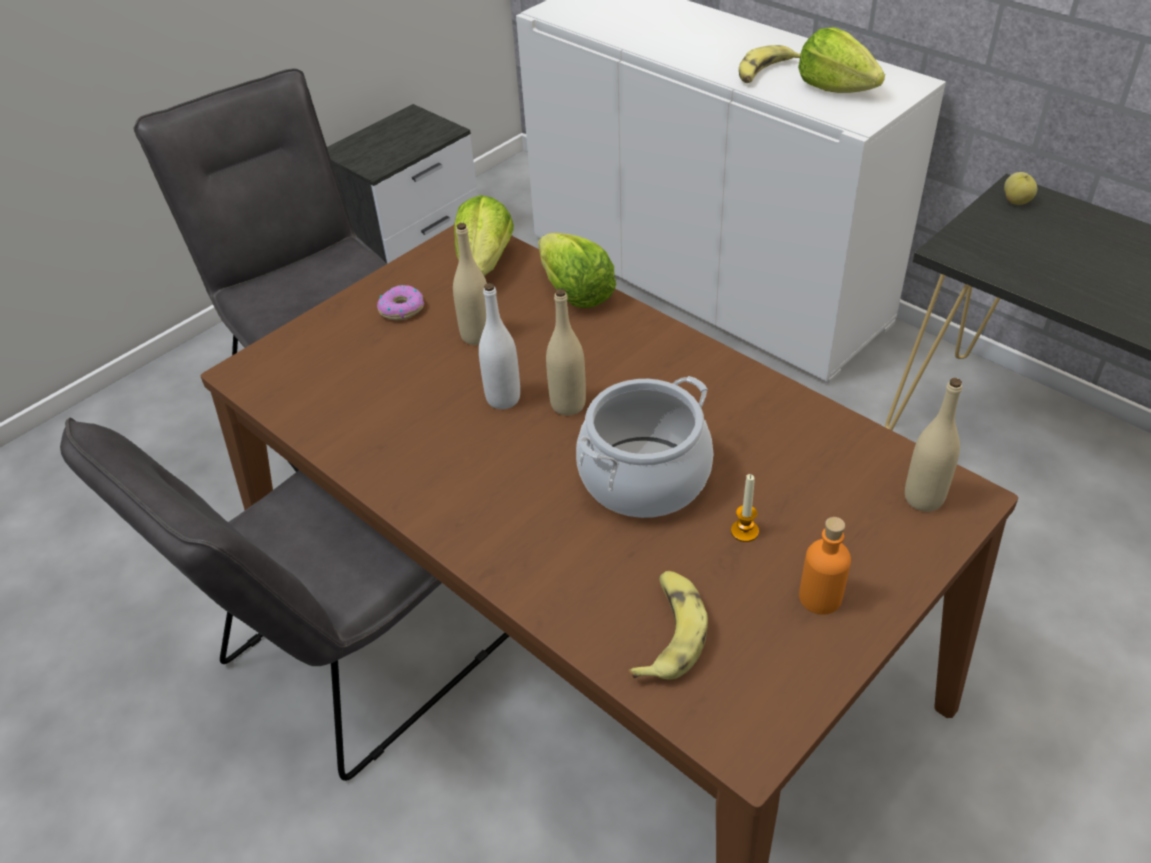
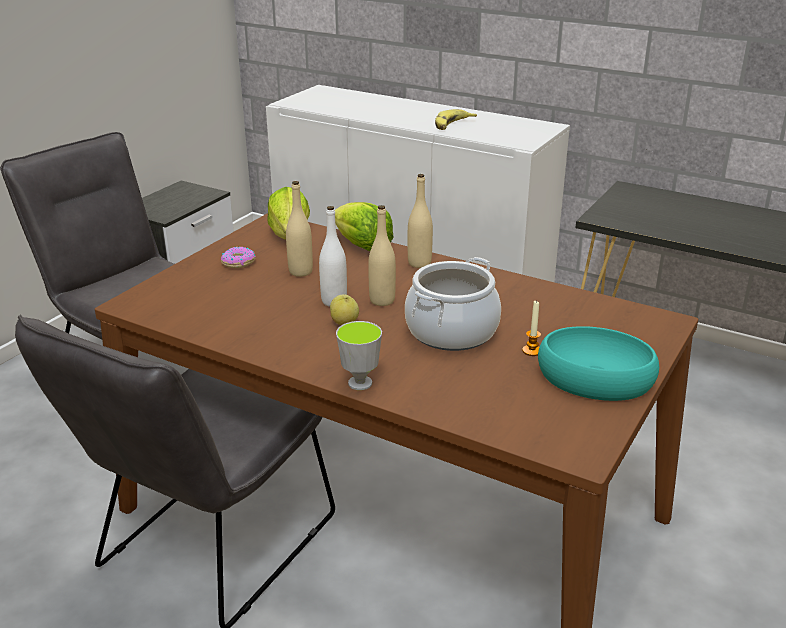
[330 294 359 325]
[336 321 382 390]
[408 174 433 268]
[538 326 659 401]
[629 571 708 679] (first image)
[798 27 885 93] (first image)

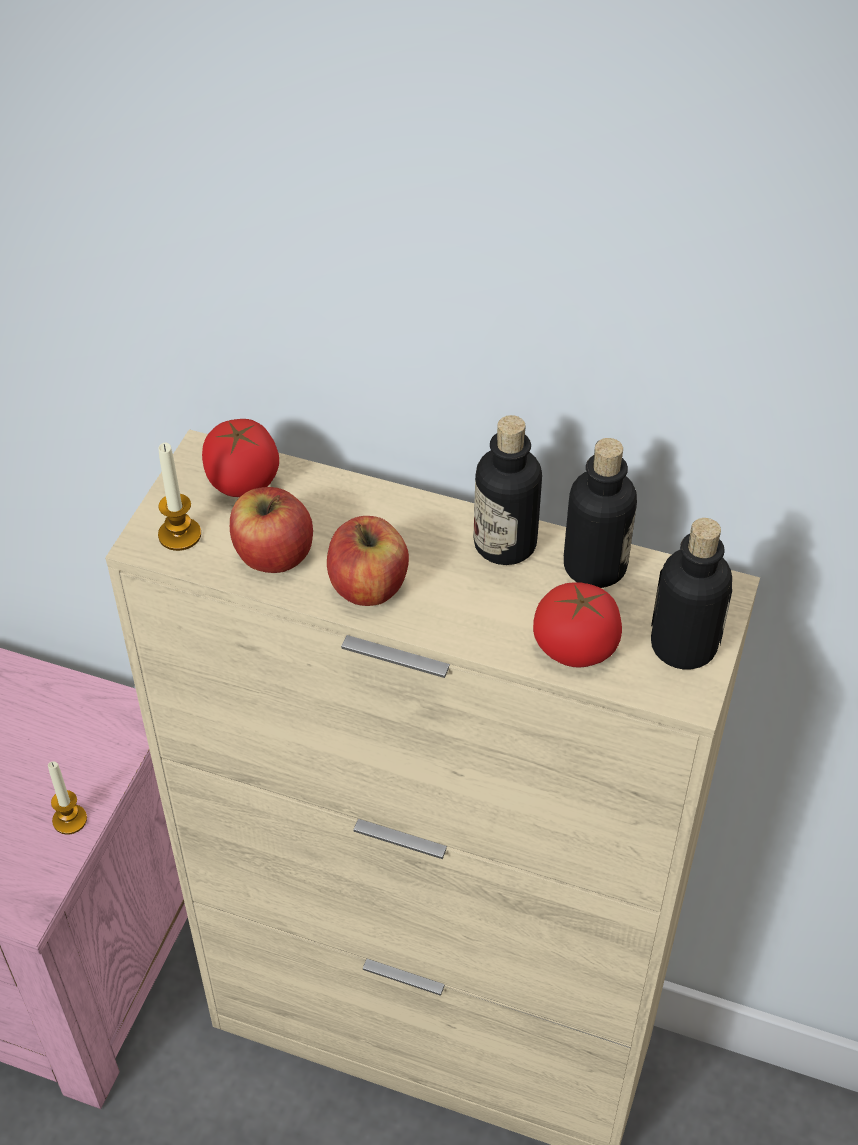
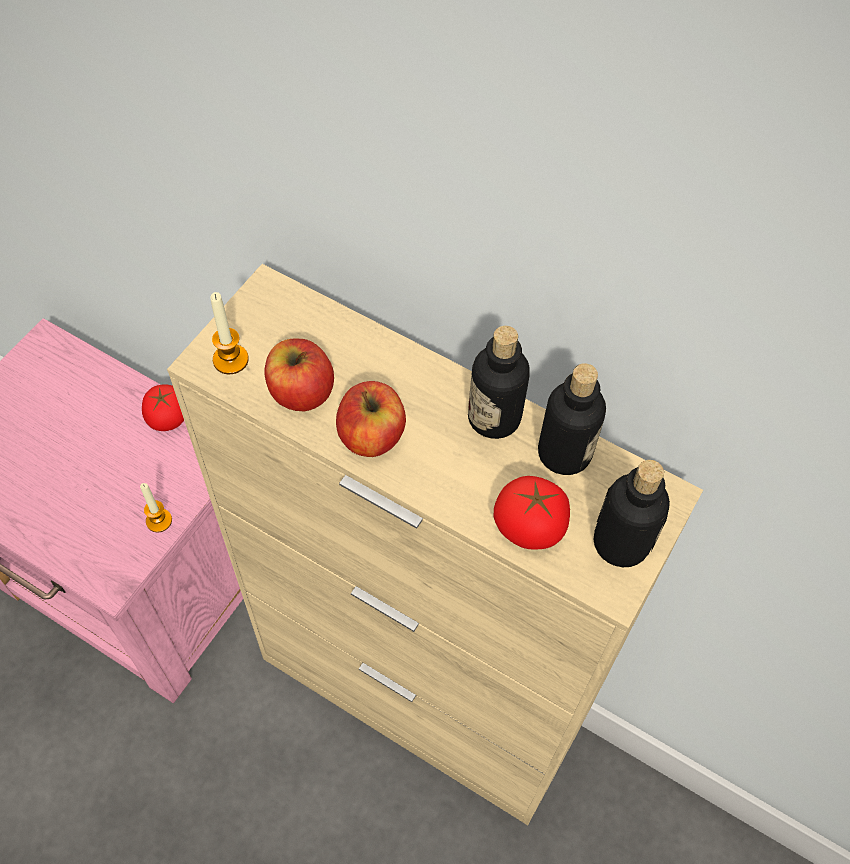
[142 384 184 431]

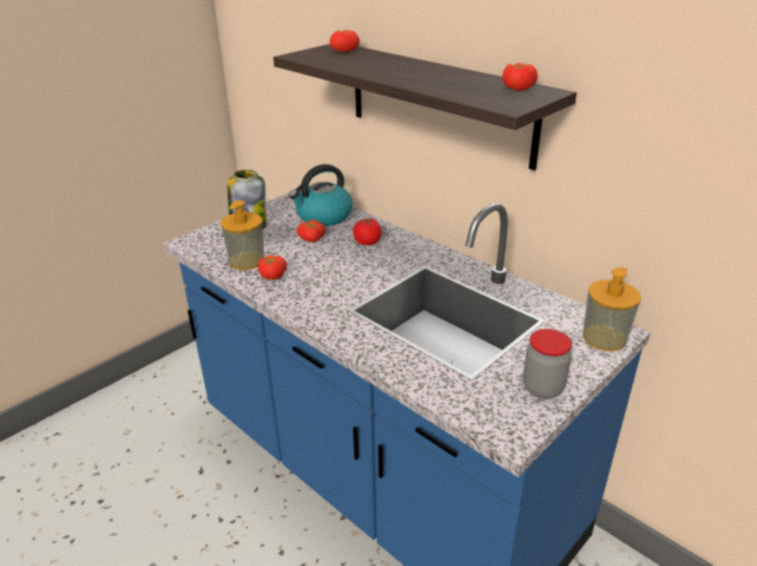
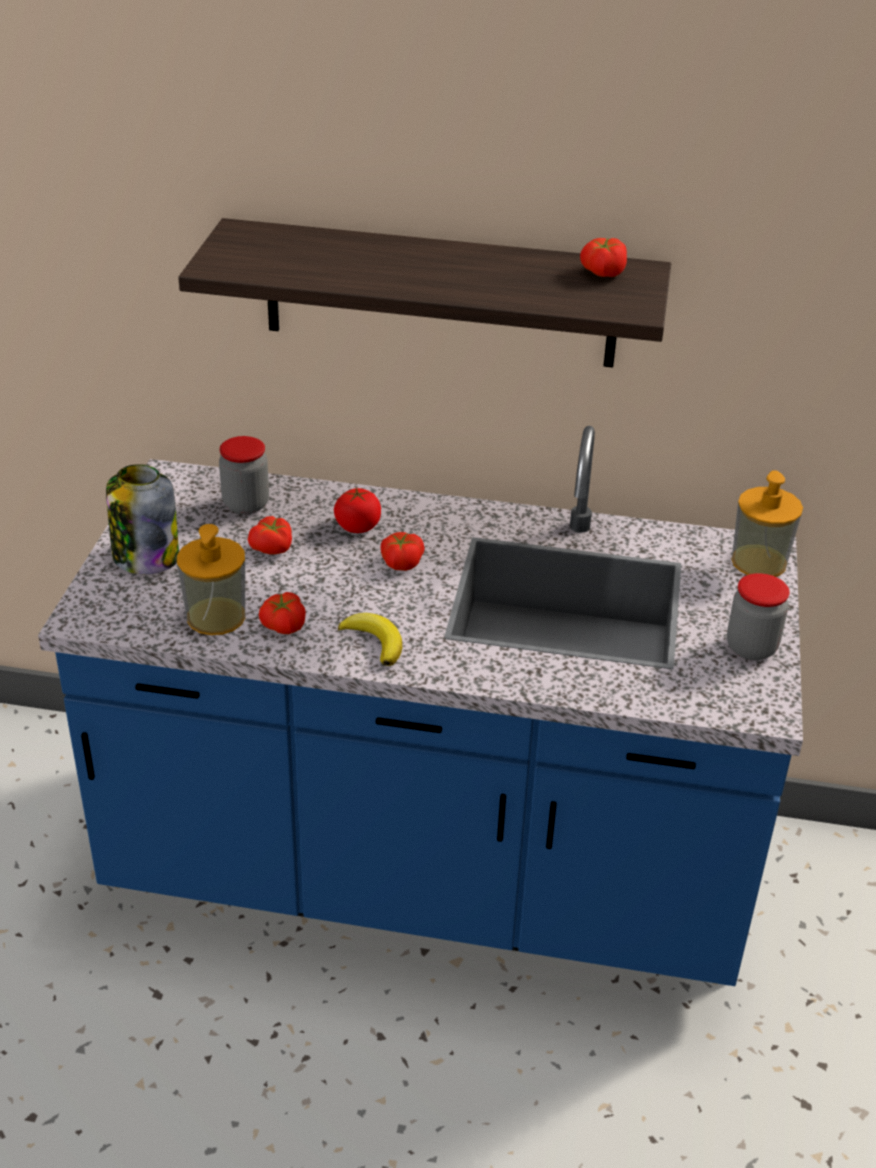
[219 436 269 514]
[338 613 402 666]
[381 532 425 571]

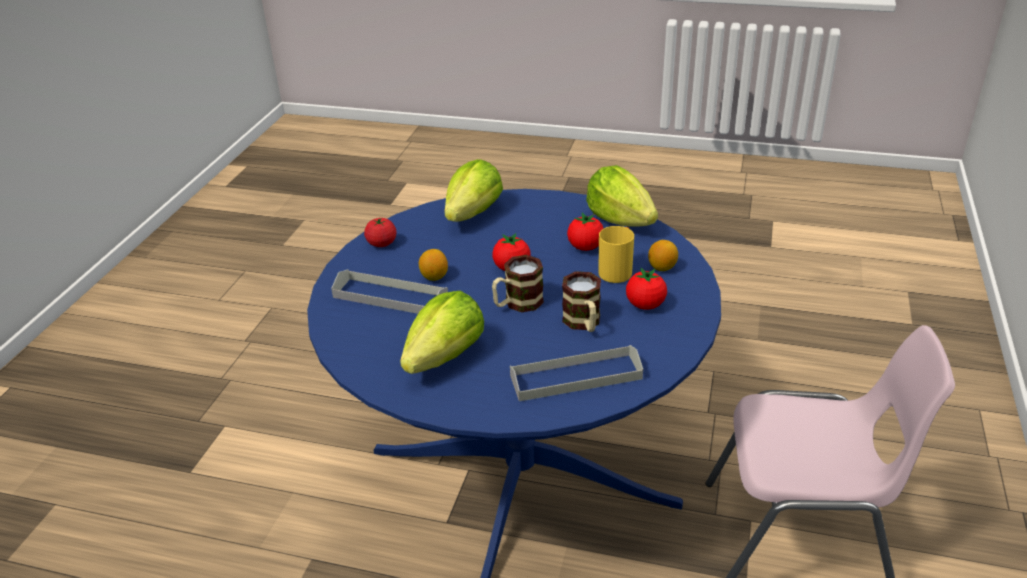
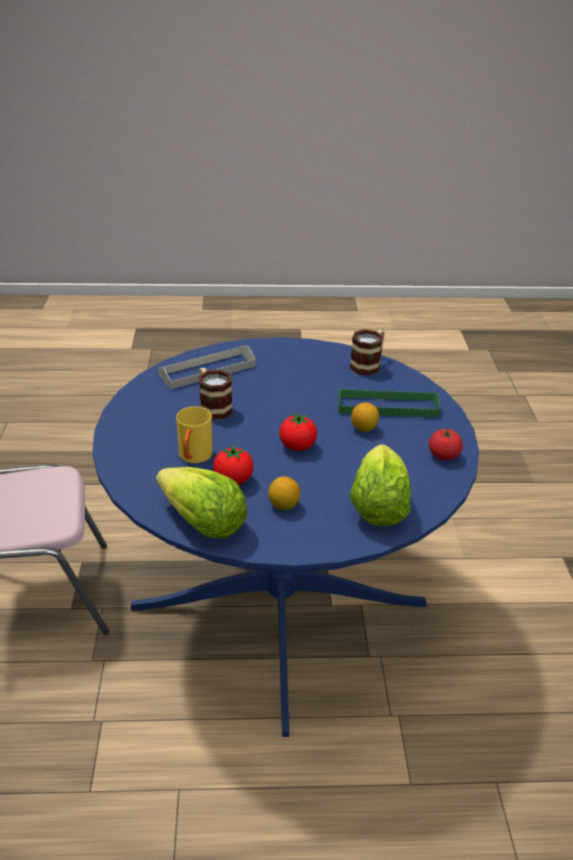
[268 476 300 510]
[338 388 440 417]
[350 329 385 376]
[400 291 484 374] (first image)
[626 268 667 310] (first image)

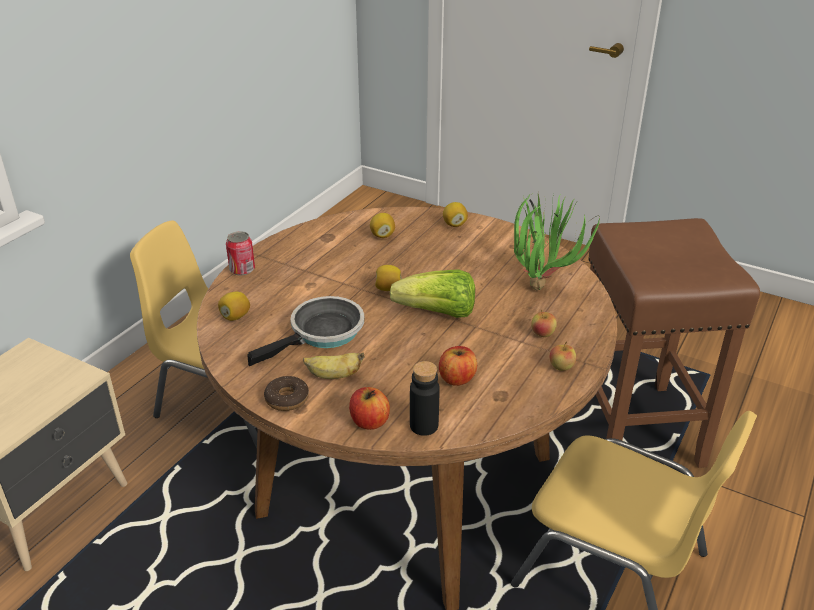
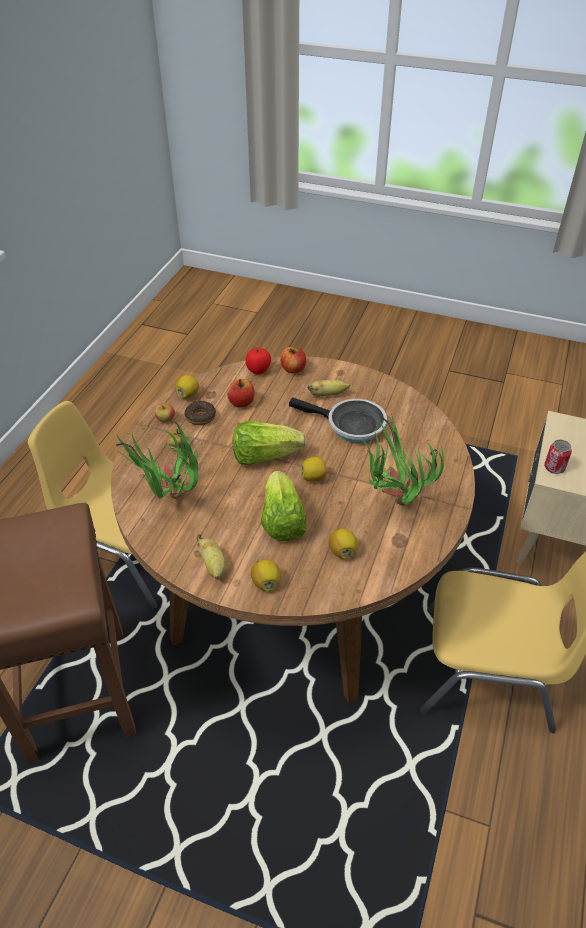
[175 375 199 399]
[185 401 216 425]
[197 534 226 580]
[246 348 271 375]
[261 471 307 541]
[289 397 387 443]
[362 413 444 506]
[544 440 572 474]

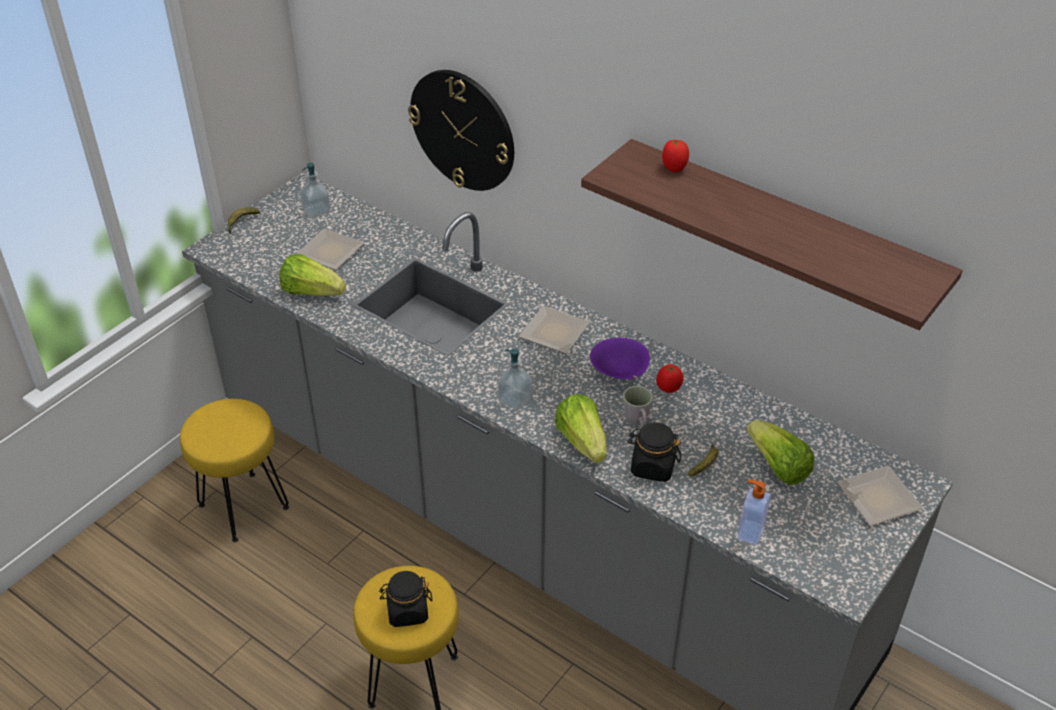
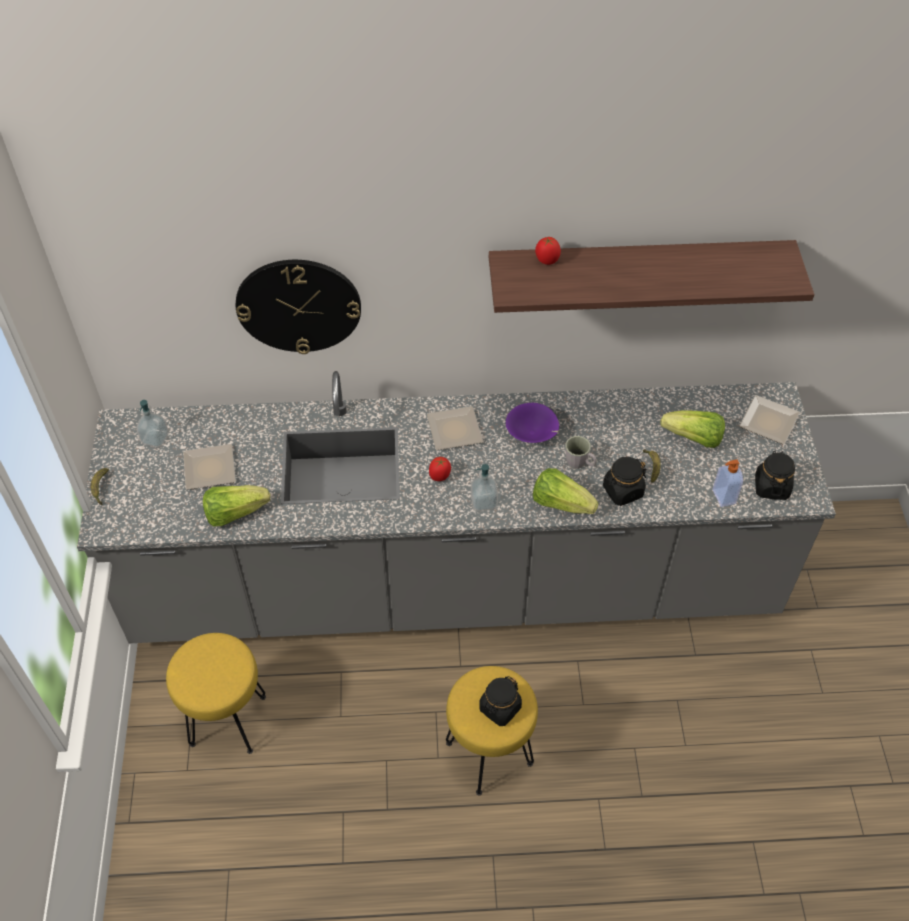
[429 457 451 481]
[755 451 795 500]

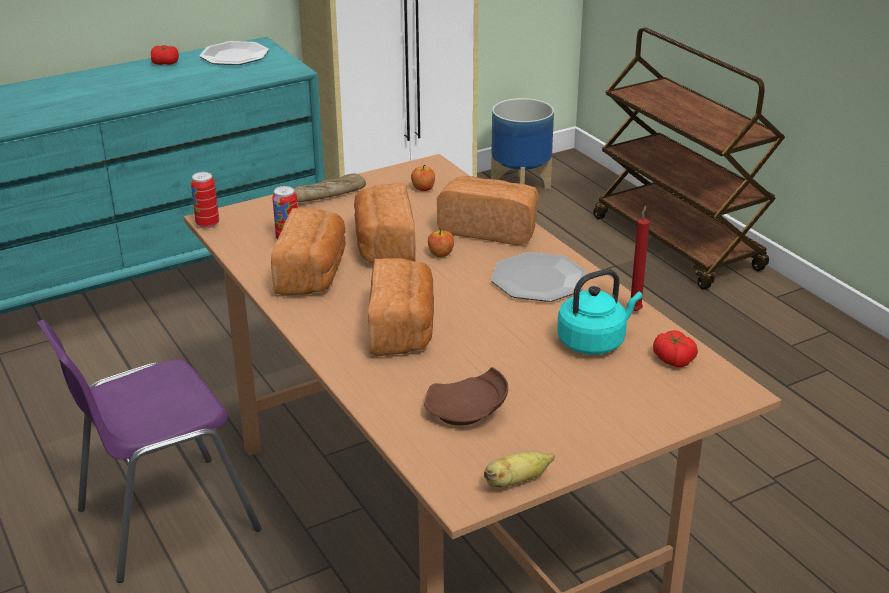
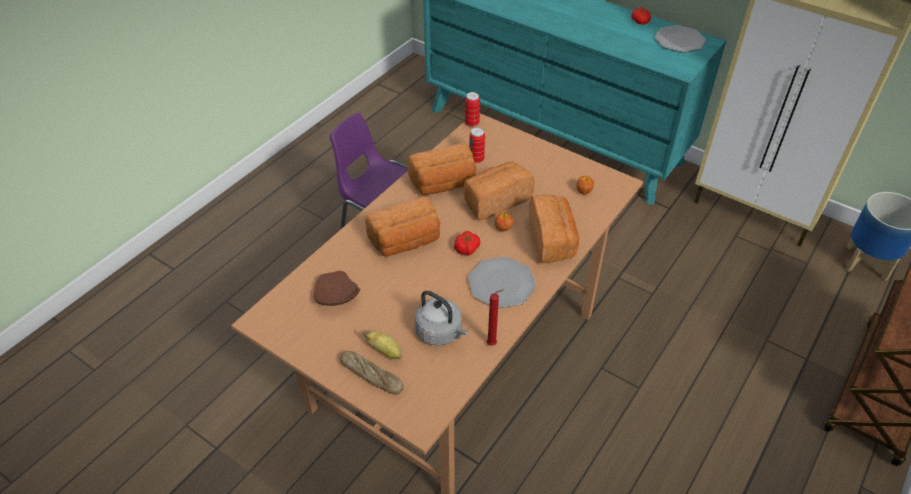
[340 351 404 394]
[363 330 401 359]
[415 290 468 346]
[454 231 480 256]

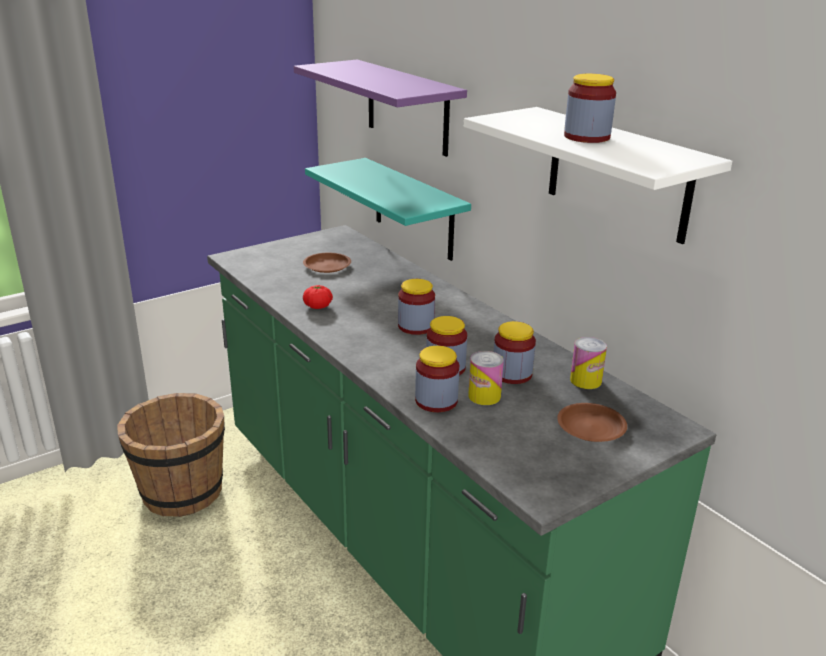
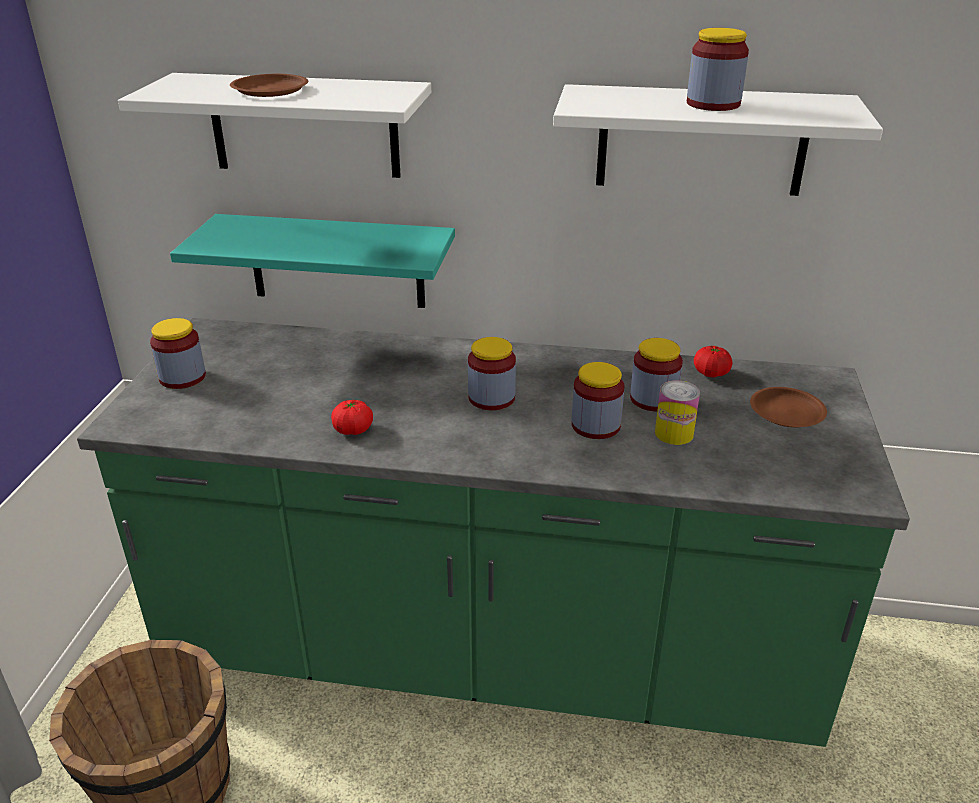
[118 73 431 178]
[150 318 206 389]
[230 74 308 97]
[694 346 732 377]

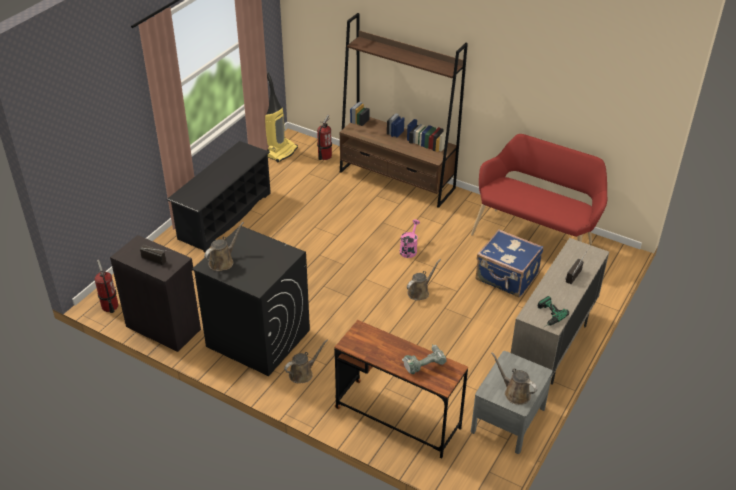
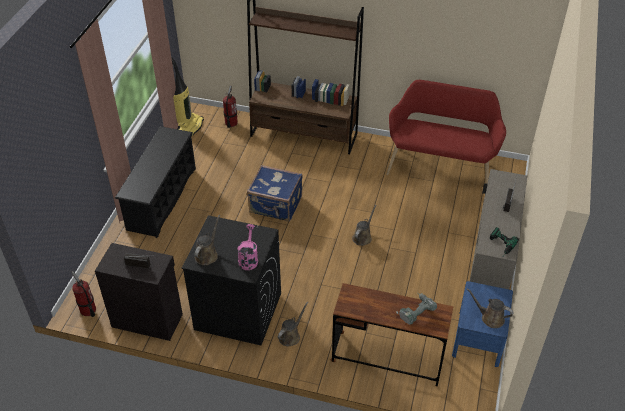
[238 224 258 270]
[247 165 303 222]
[452 281 513 367]

